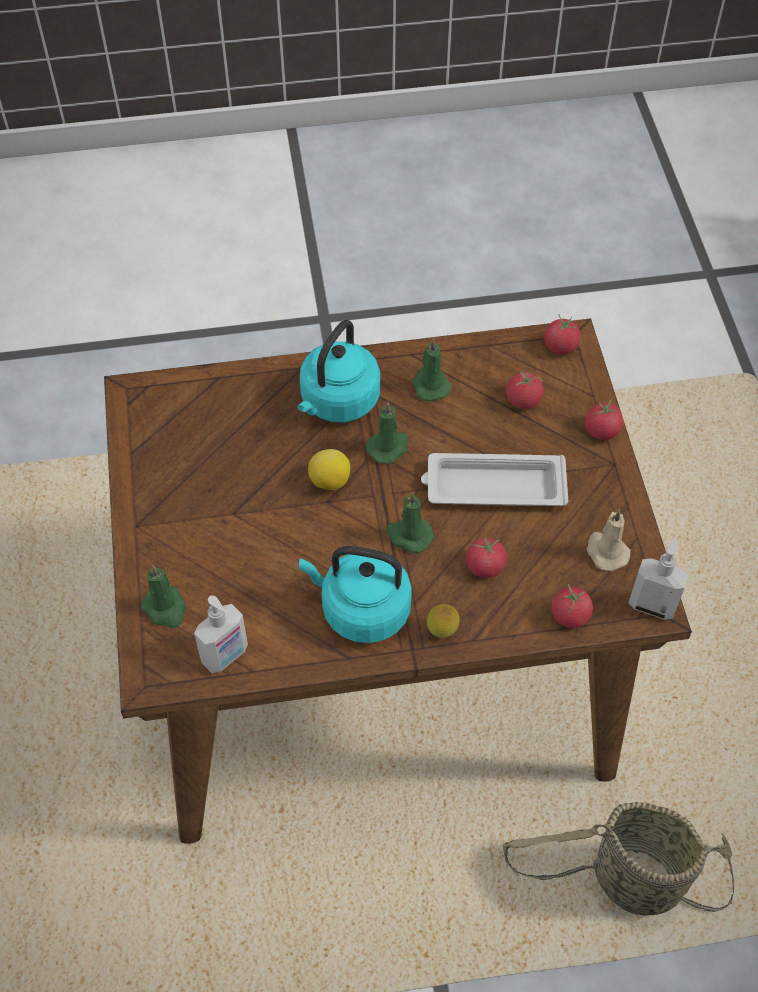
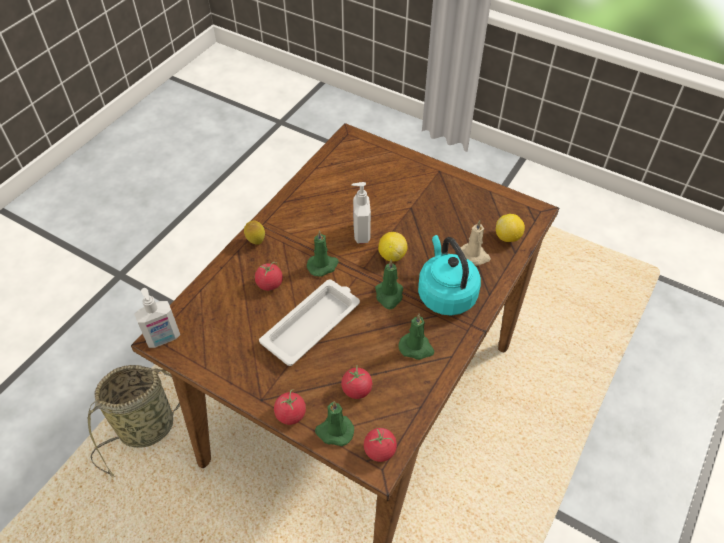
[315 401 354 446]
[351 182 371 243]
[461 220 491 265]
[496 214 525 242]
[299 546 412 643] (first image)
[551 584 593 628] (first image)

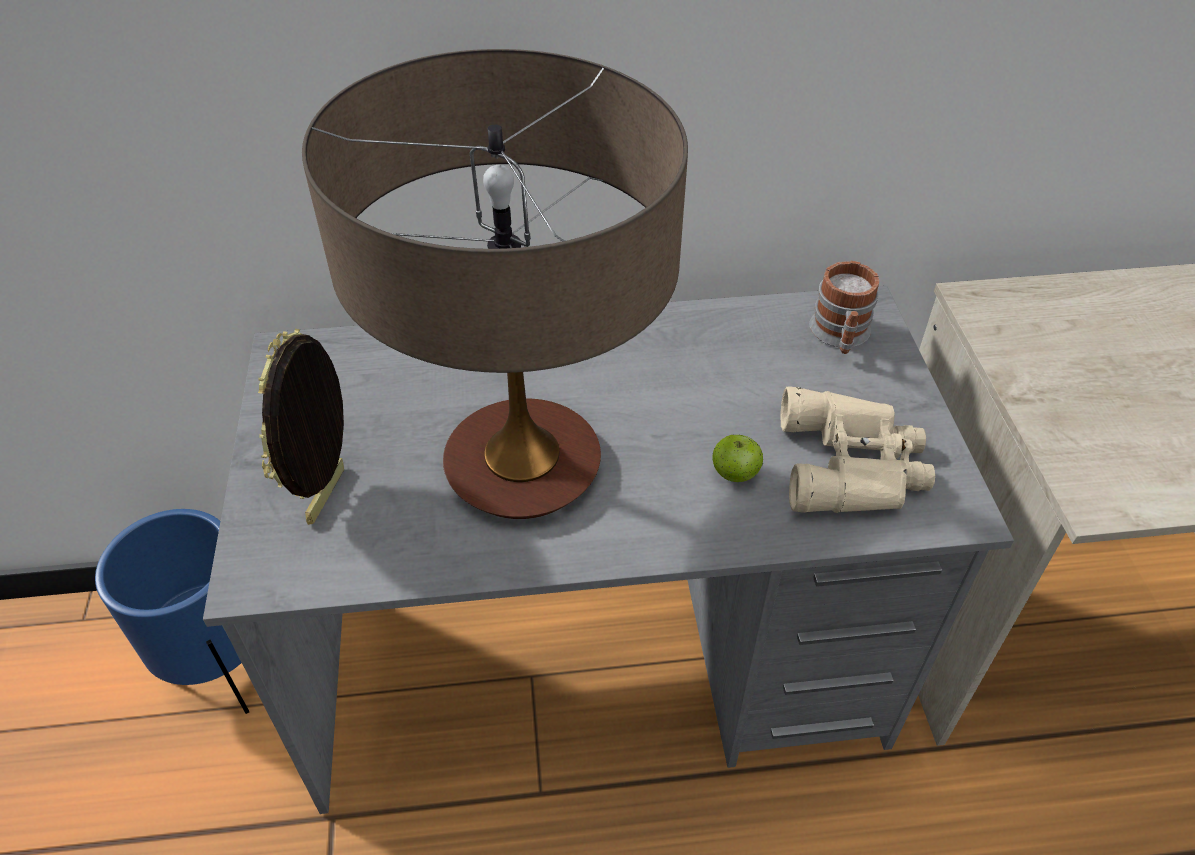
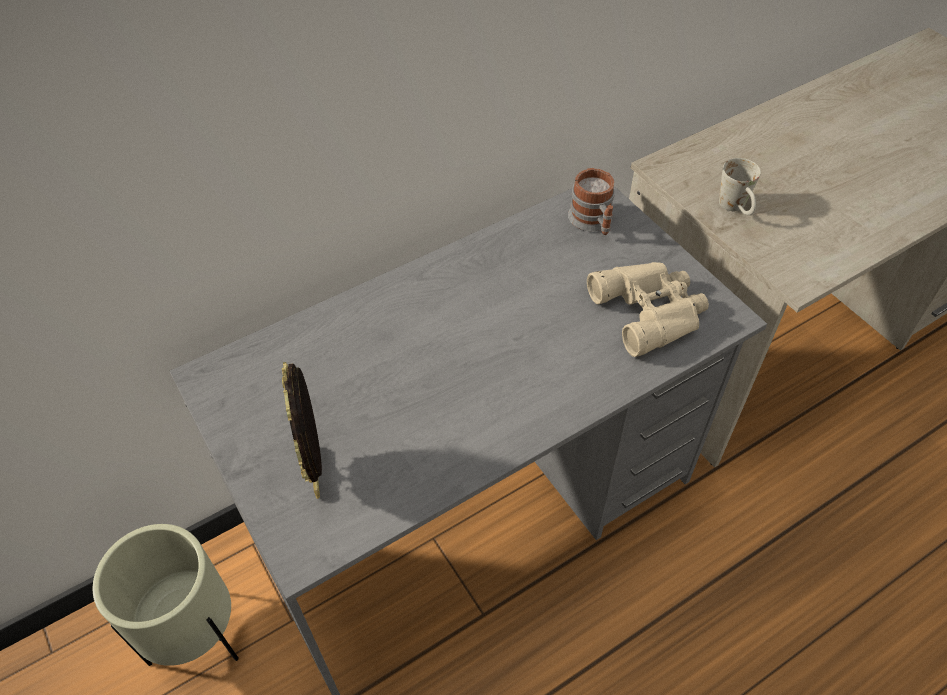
[93 524 239 666]
[719 158 761 215]
[302 49 688 519] (first image)
[713 434 763 482] (first image)

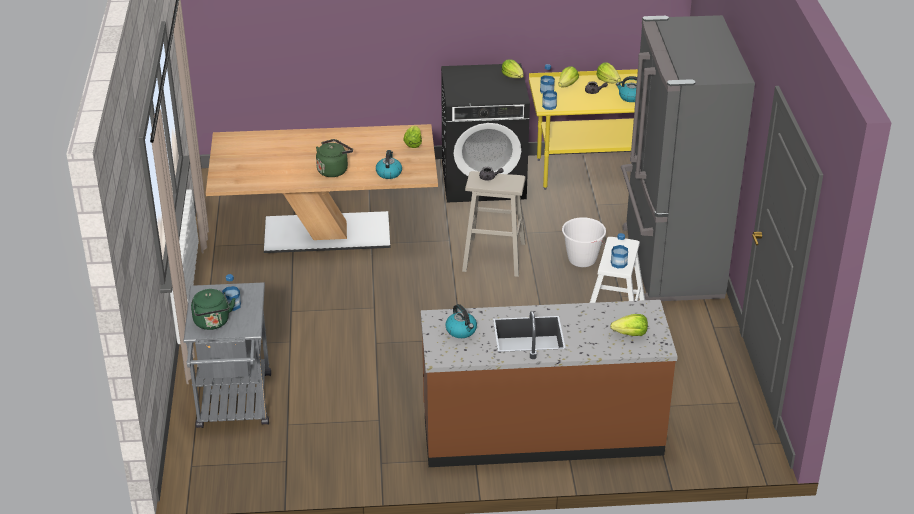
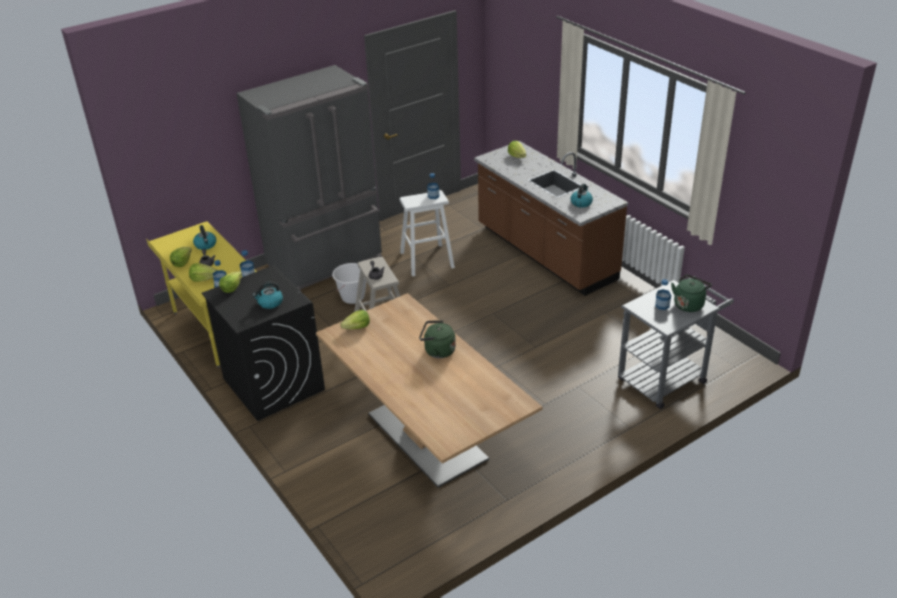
[252 282 283 309]

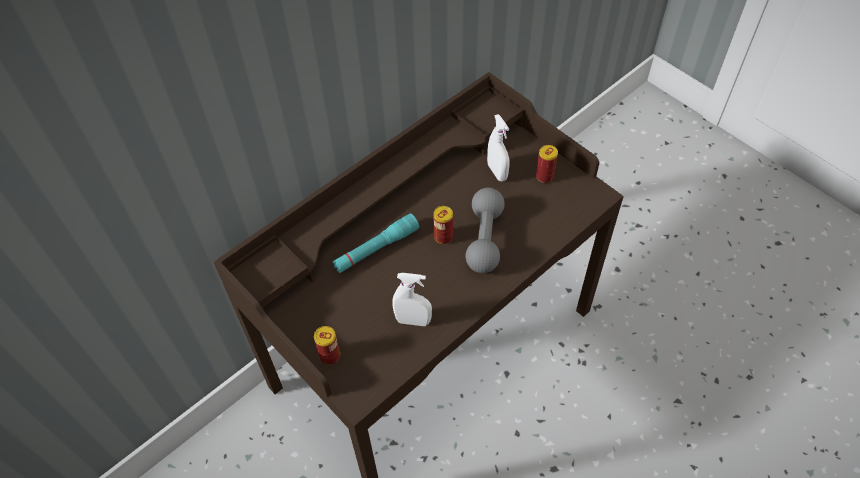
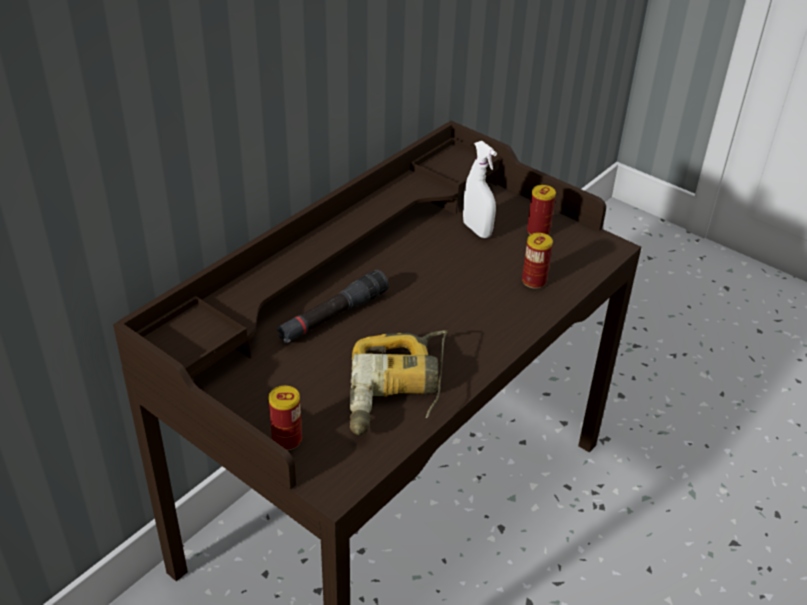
[277 270 389 343]
[350 330 448 435]
[522 233 553 289]
[466 188 505 273] (first image)

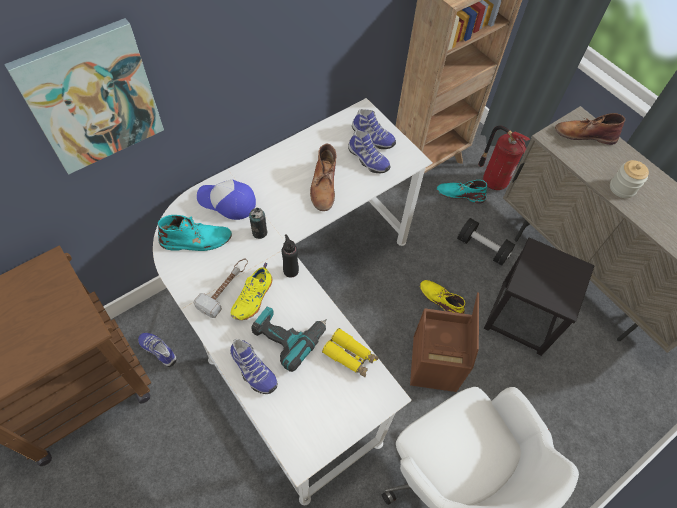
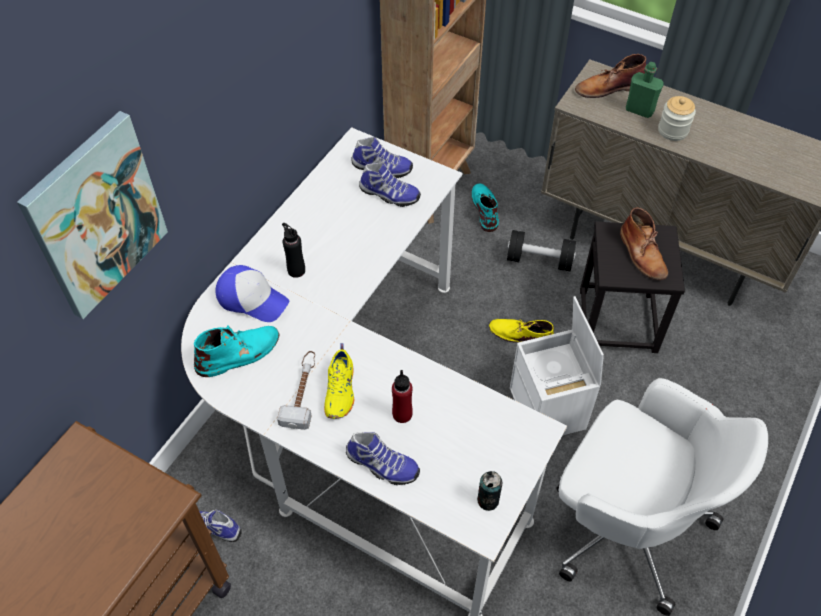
[215 265 289 322]
[282 223 305 278]
[392 370 413 423]
[472 184 499 232]
[477 471 502 511]
[510 296 604 436]
[620 207 668 280]
[626 62 664 118]
[322 328 379 378] (first image)
[478 126 530 190] (first image)

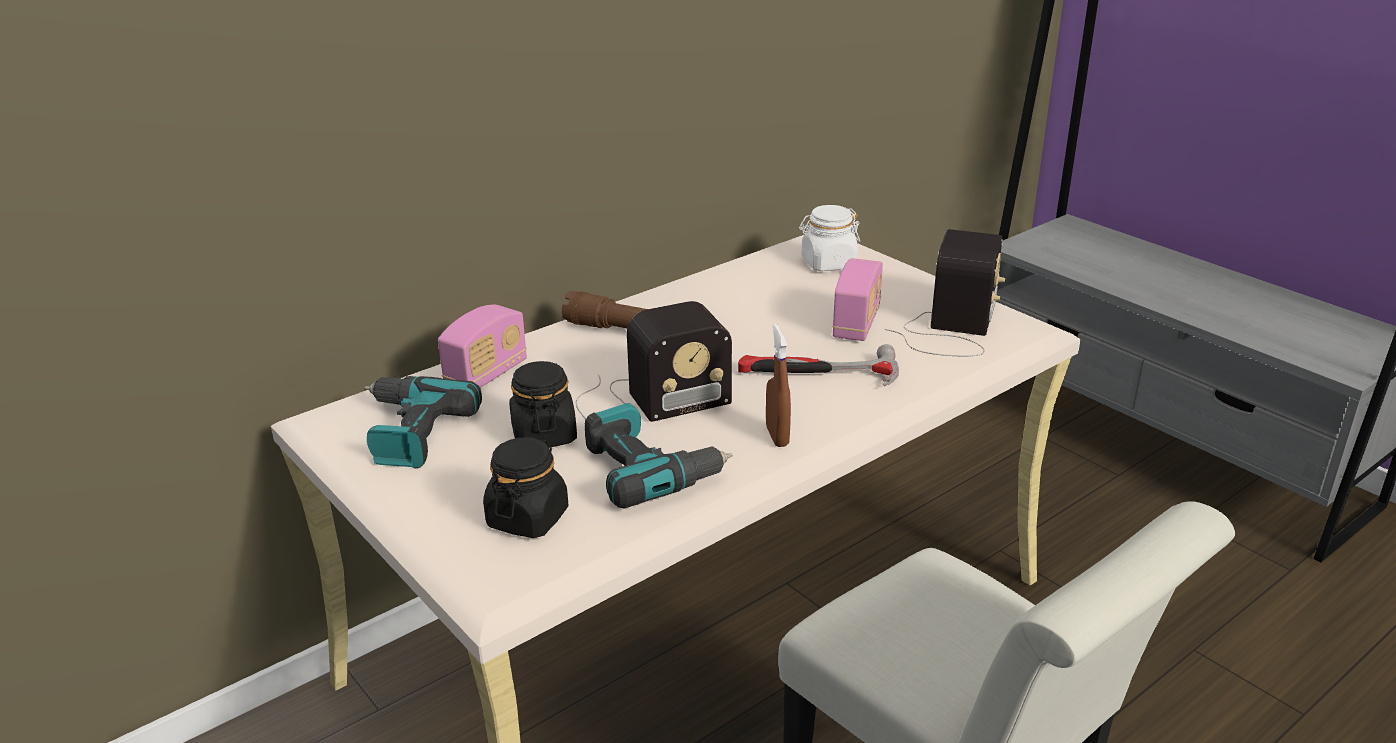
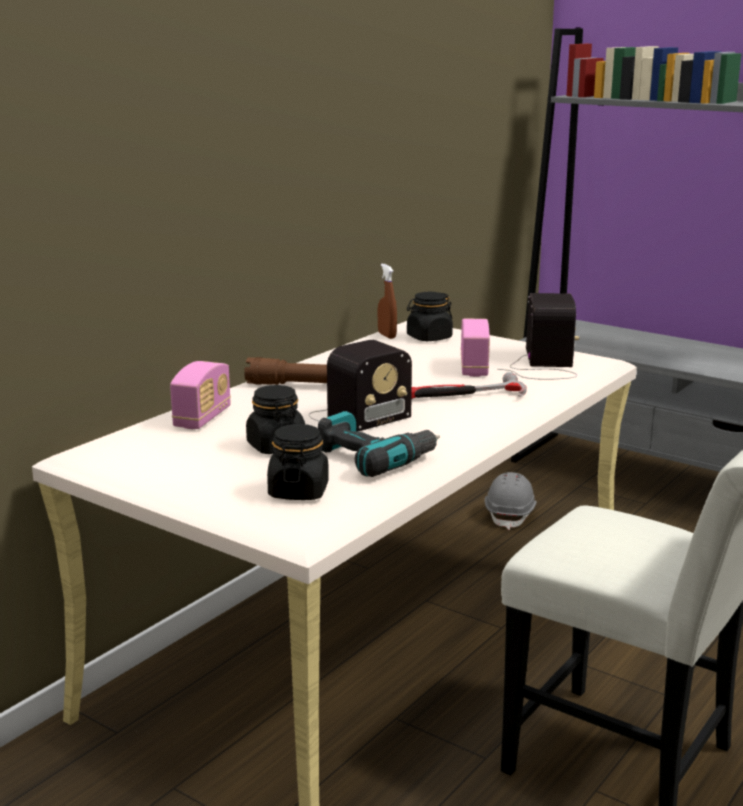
[378 264 397 339]
[407 292 453 341]
[485 472 537 530]
[365 376 482 469] (first image)

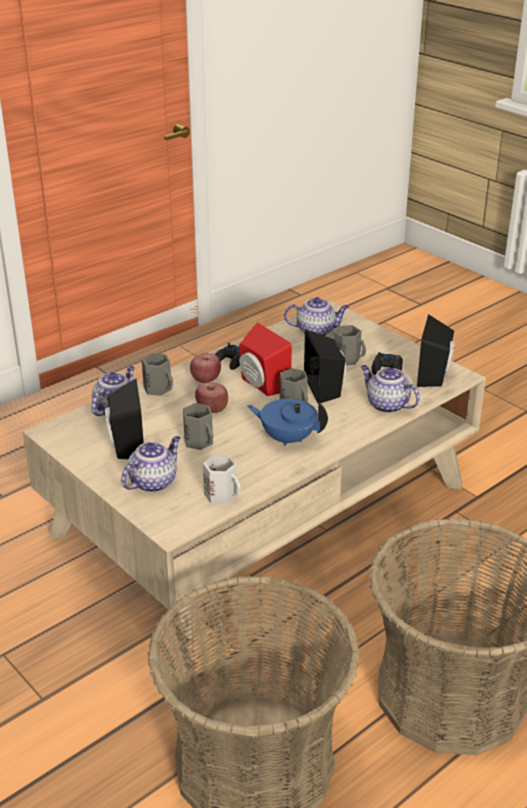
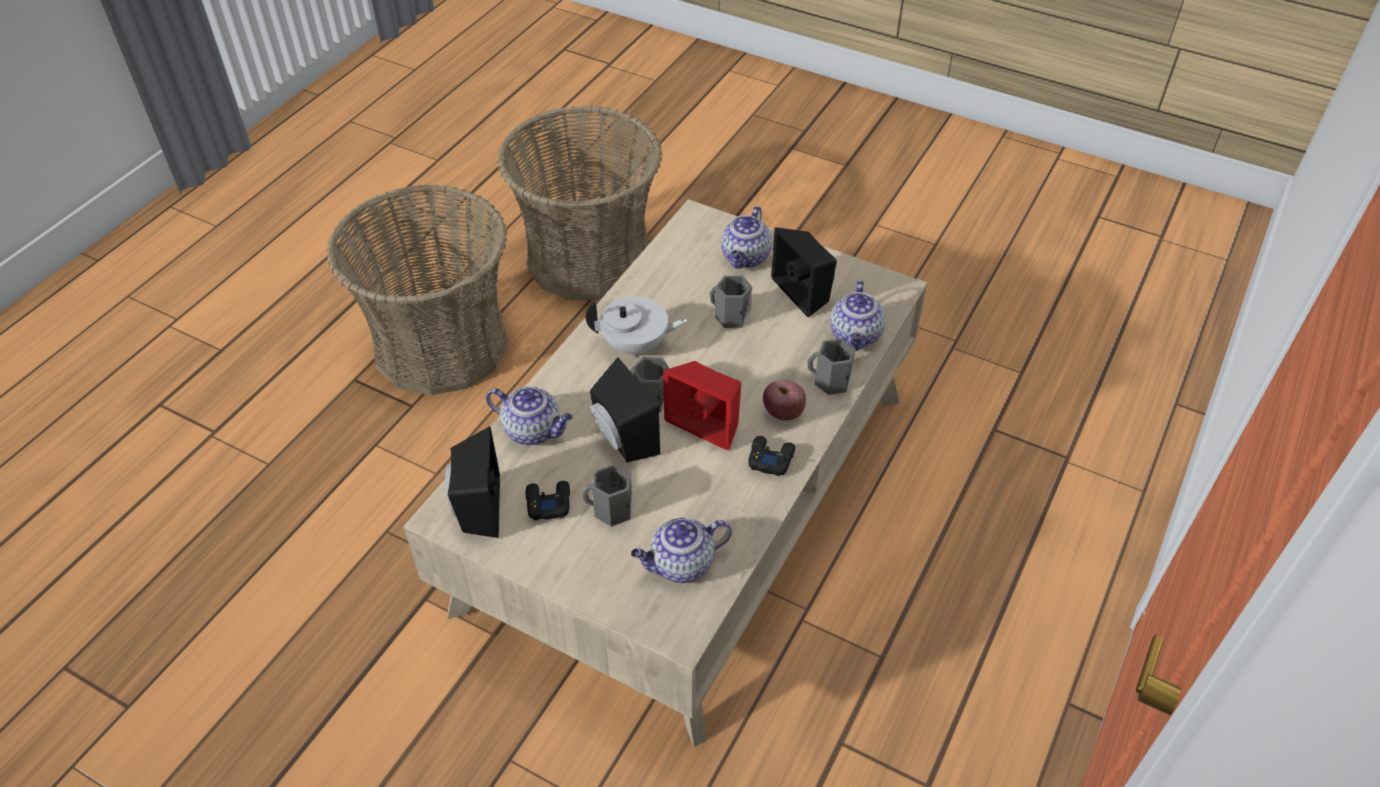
[586 297 688 358]
[195 382 228 413] (first image)
[203 455 241 504] (first image)

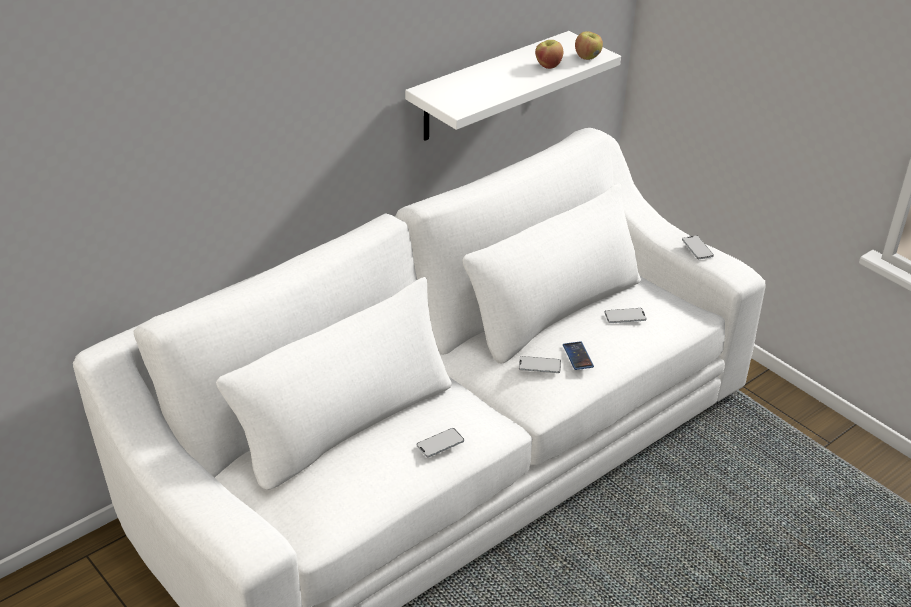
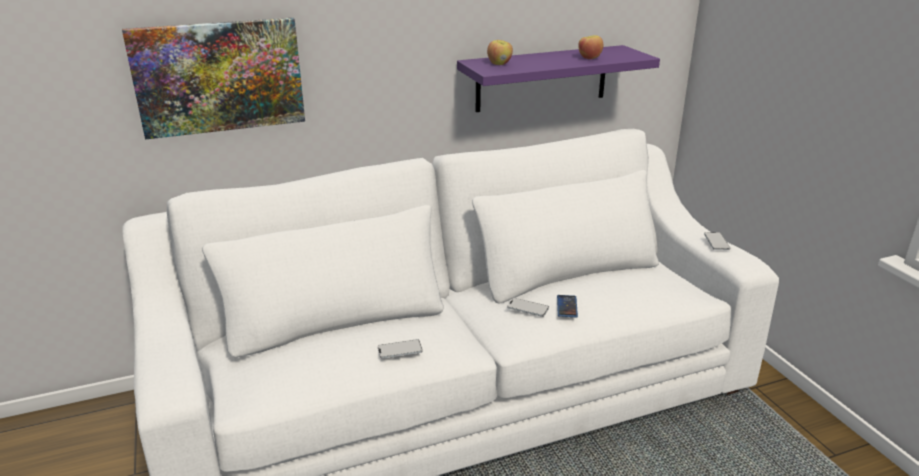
[122 18 305 140]
[457 45 660 112]
[487 40 513 65]
[604 308 647 323] (first image)

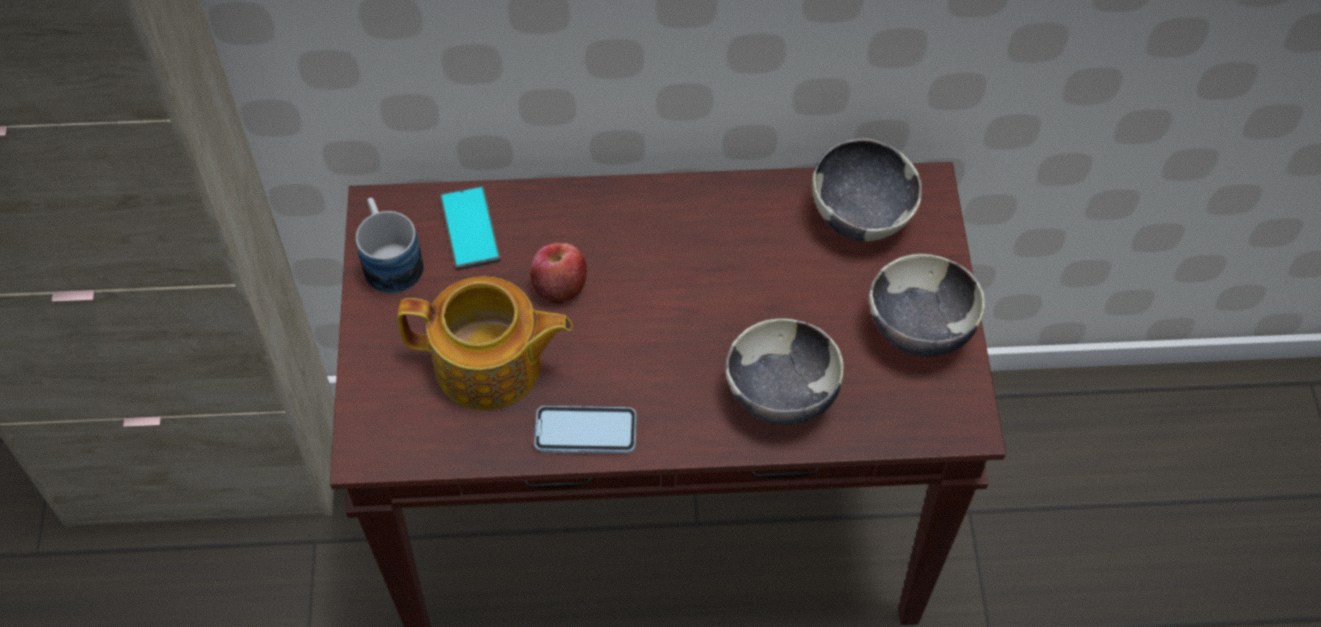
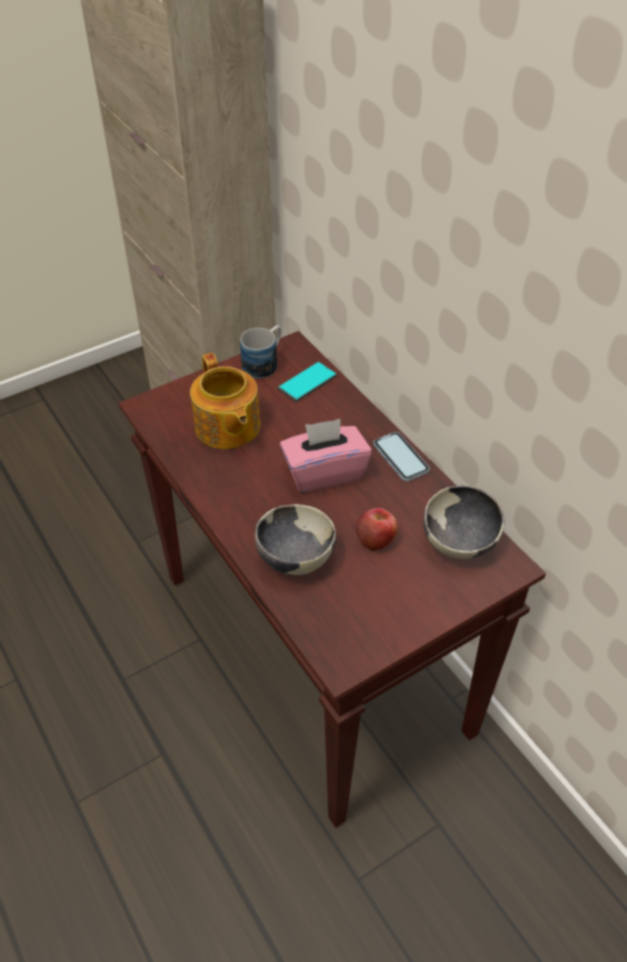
[280 419 372 492]
[356 508 398 551]
[373 432 430 481]
[869 254 985 357] (first image)

